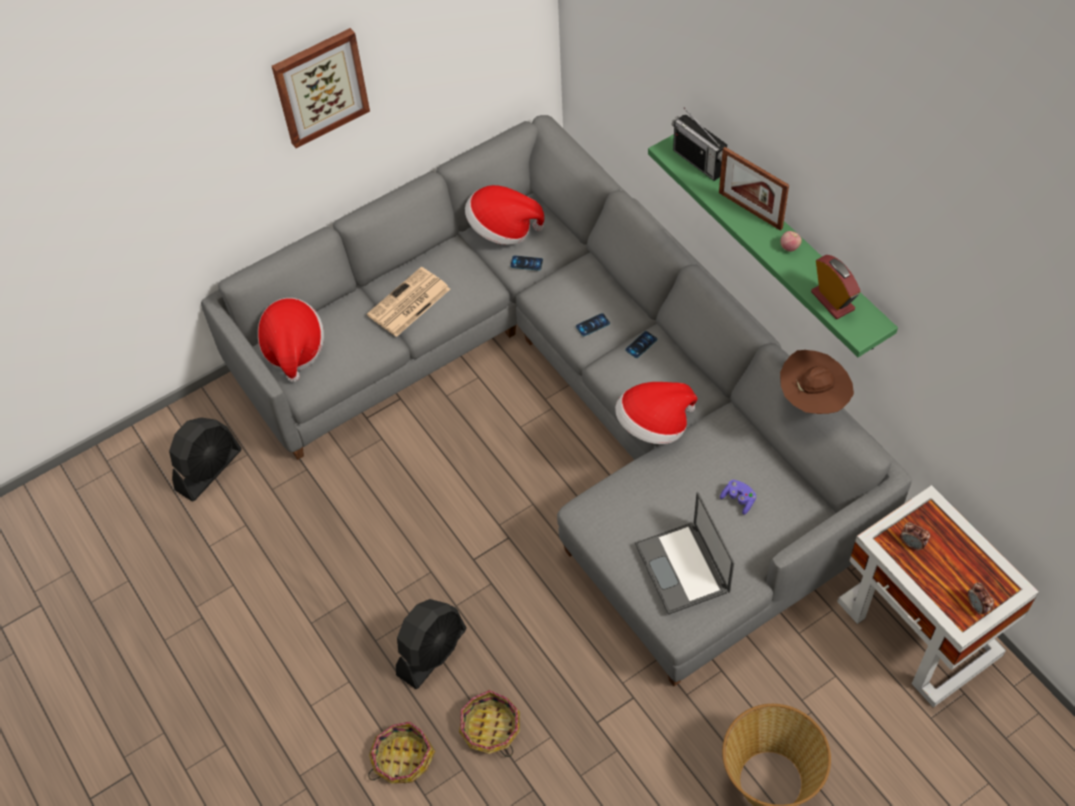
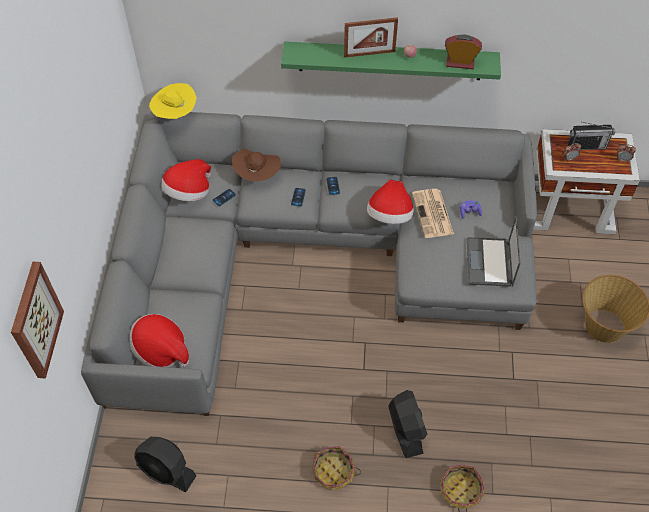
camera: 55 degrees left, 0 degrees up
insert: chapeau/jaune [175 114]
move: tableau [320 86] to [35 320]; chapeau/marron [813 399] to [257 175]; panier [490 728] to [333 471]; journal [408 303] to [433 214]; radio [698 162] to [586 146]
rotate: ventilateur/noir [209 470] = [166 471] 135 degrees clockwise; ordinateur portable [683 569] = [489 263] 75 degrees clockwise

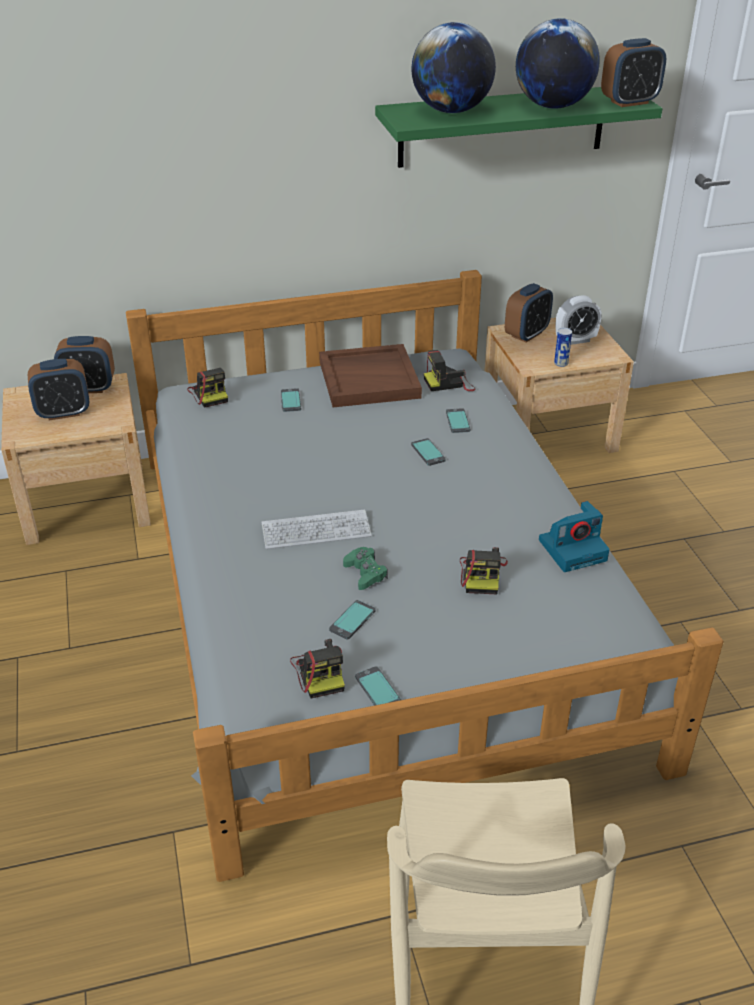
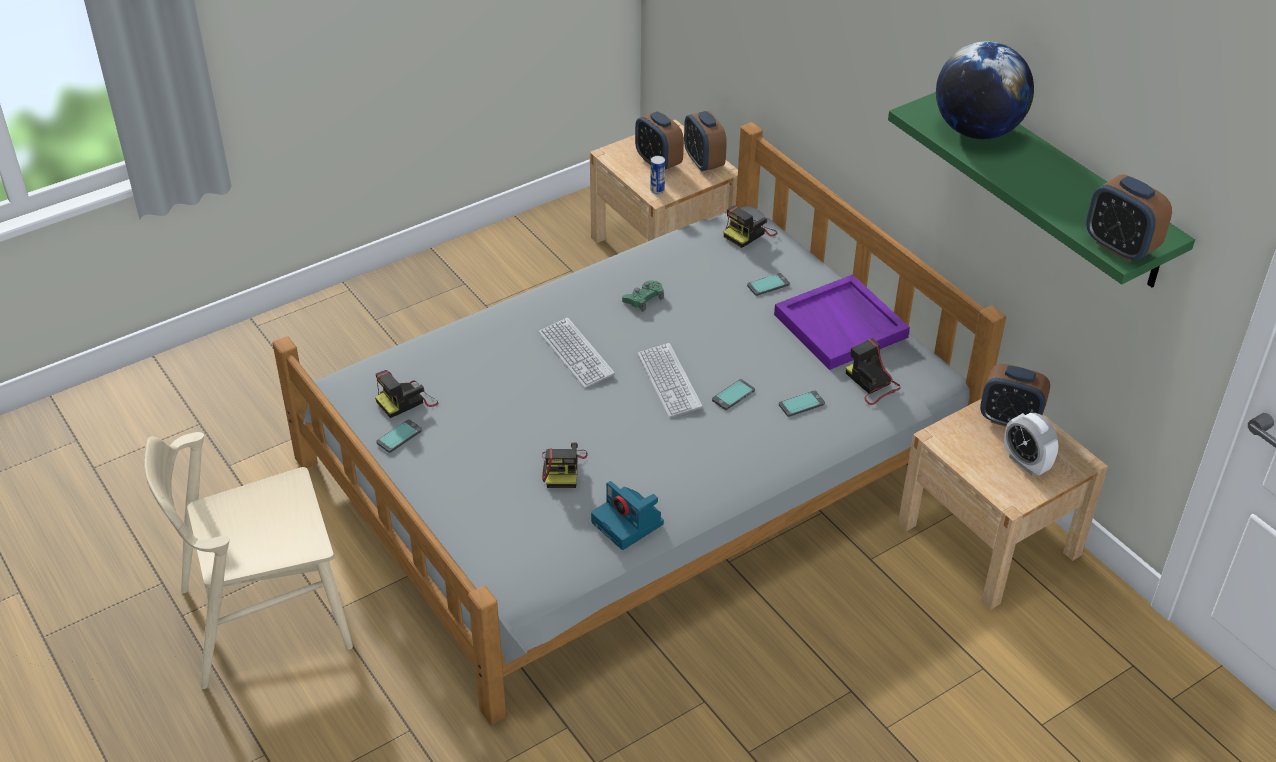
camera: 70 degrees right, 5 degrees up
delete: téléphone [352 620]; globe [553 106]
insert: clavier [669 381]
move: manette/vert [365 573] to [643 299]; boîte métallique [561 363] to [657 190]
recolor: plateau/marron [370 379] to plateau/violet [842 326]
rotate: appareil photo [482 575] = [563 468] 75 degrees counterclockwise

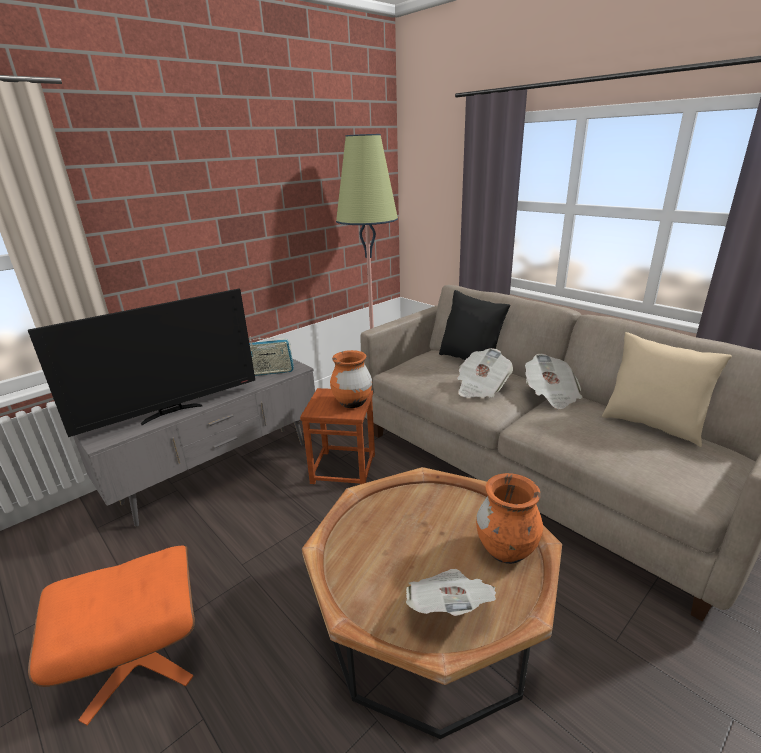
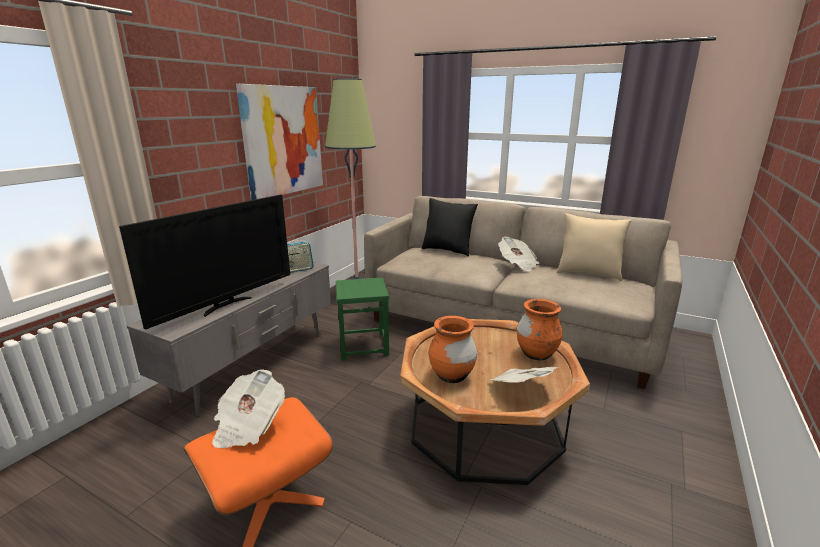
camera: 20 degrees left, 5 degrees down
insert: tableau [283 141]
move: journal [481 387] to [248 425]; vase/orange [352 403] to [451 376]
recolor: tabouret/marron [344 468] to tabouret/vert [363 345]

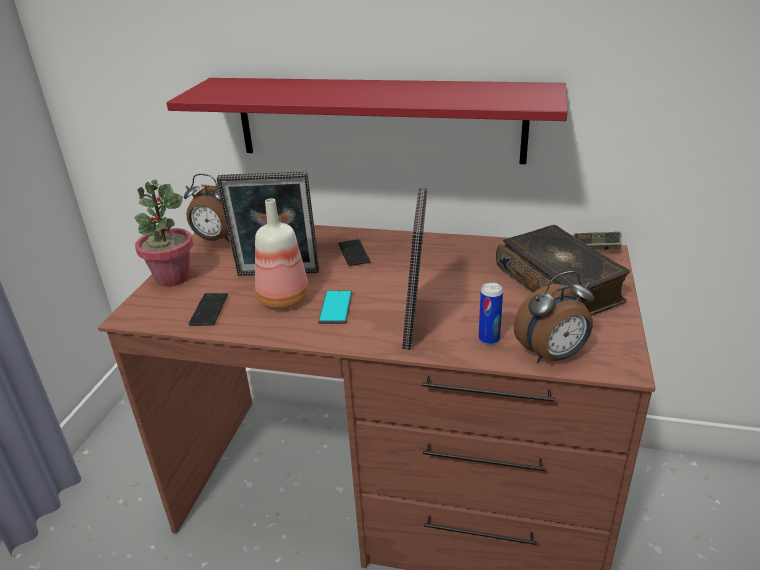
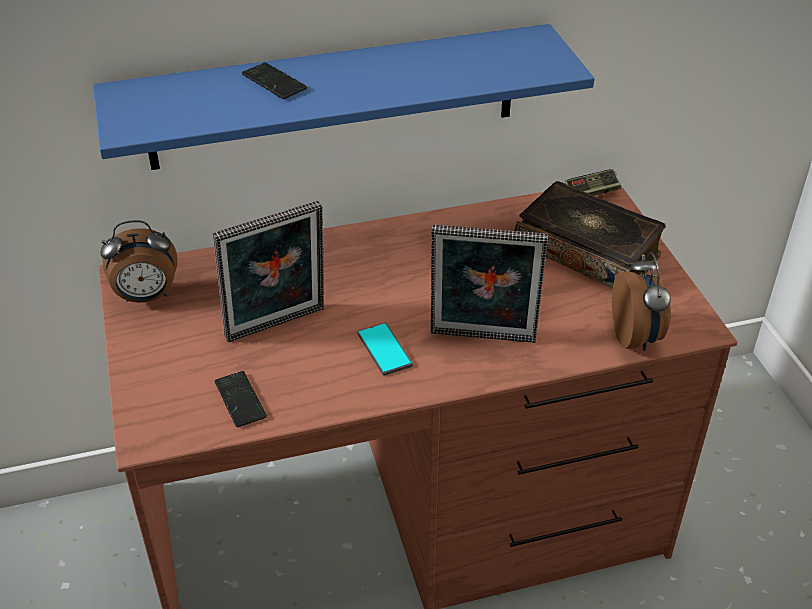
camera: 30 degrees left, 10 degrees up
delete: plante en pot [172 278]; bouteille [283 300]; boîte métallique [489 339]
move: téléphone [354 254] to [274 82]
recolor: étagère/rouge [378 119] to étagère/bleu [333 97]
rotate: cadre photo [416 321] = [482 339] 120 degrees clockwise; réveil [552 356] = [636 337] 45 degrees counterclockwise

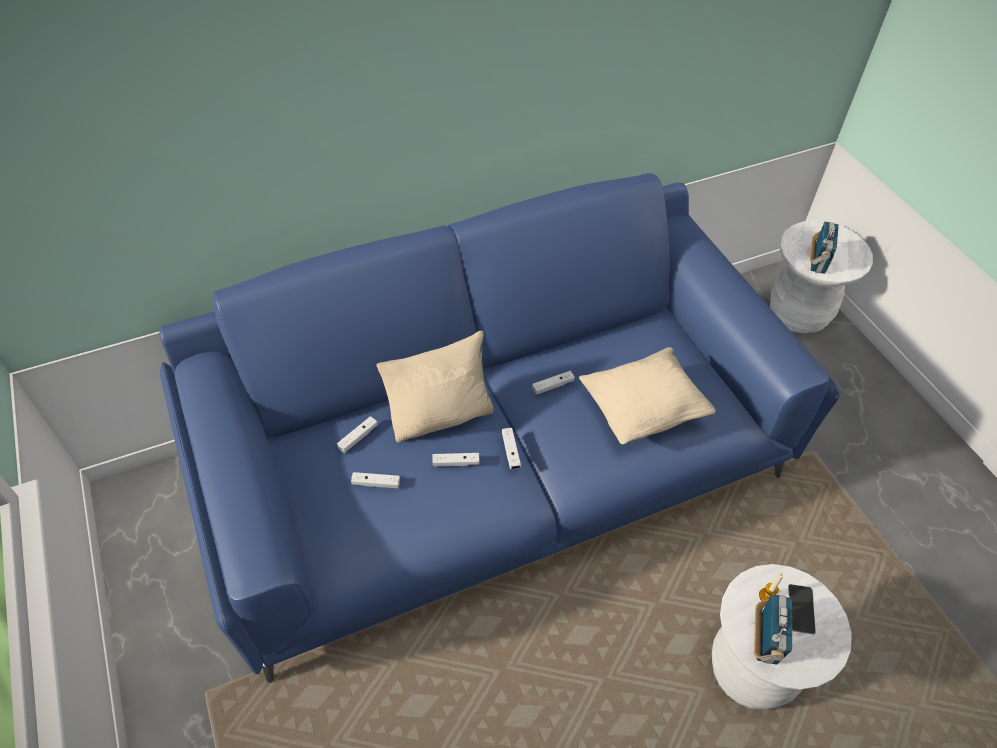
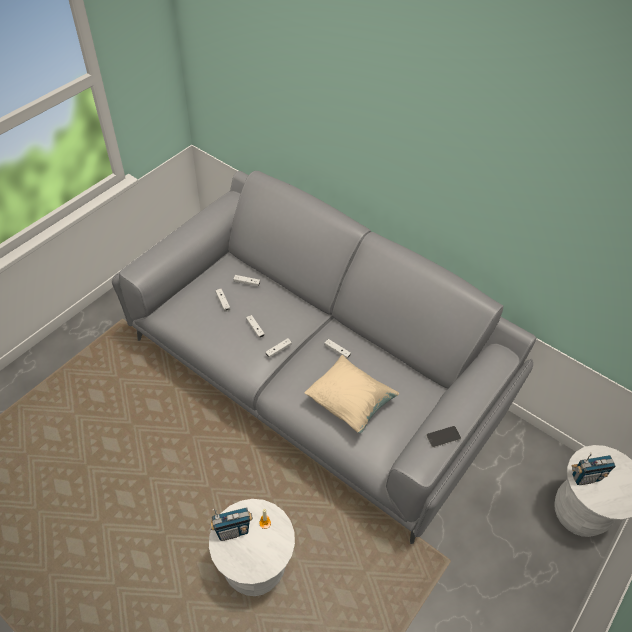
camera: 60 degrees right, 0 degrees up
delete: coussin/beige [441 415]
move: téléphone [801 609] to [443 437]
recolor: canapé/bleu [497 468] to canapé/gris [313 378]

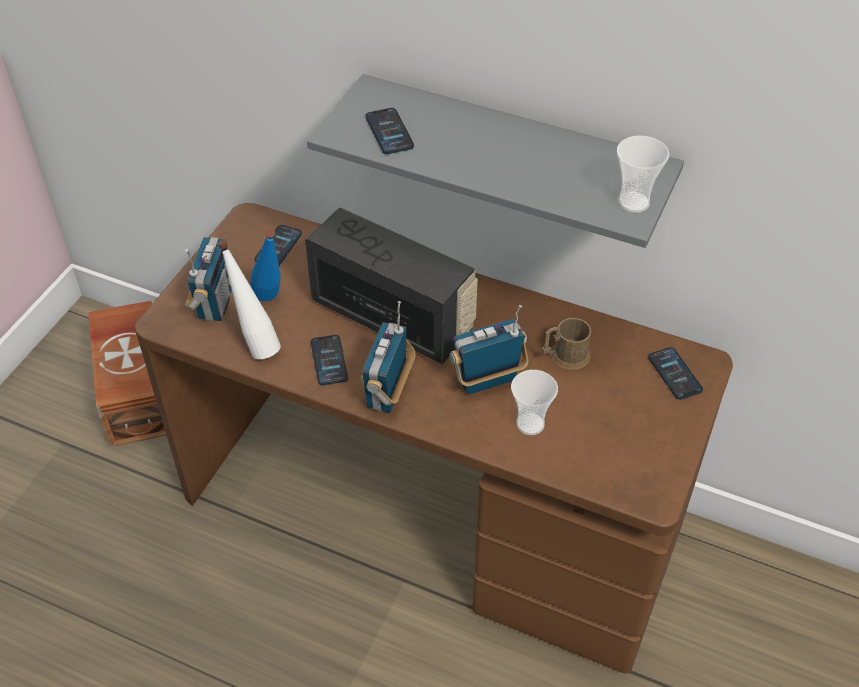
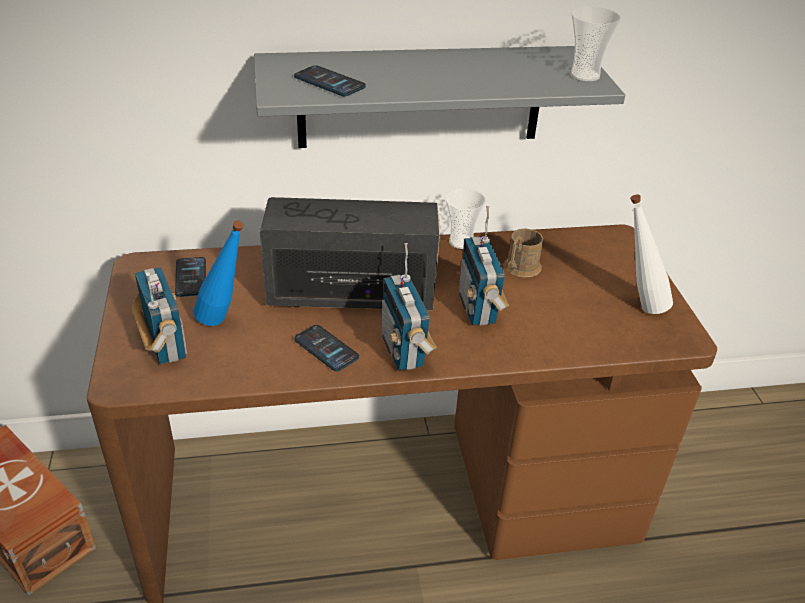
camera: 35 degrees left, 10 degrees down
delete: téléphone [674 374]
move: tasse [530 424] to [461 242]; bouteille/blanc [255 344] to [637 305]
rotate: radio [487 381] = [478 309] 45 degrees counterclockwise

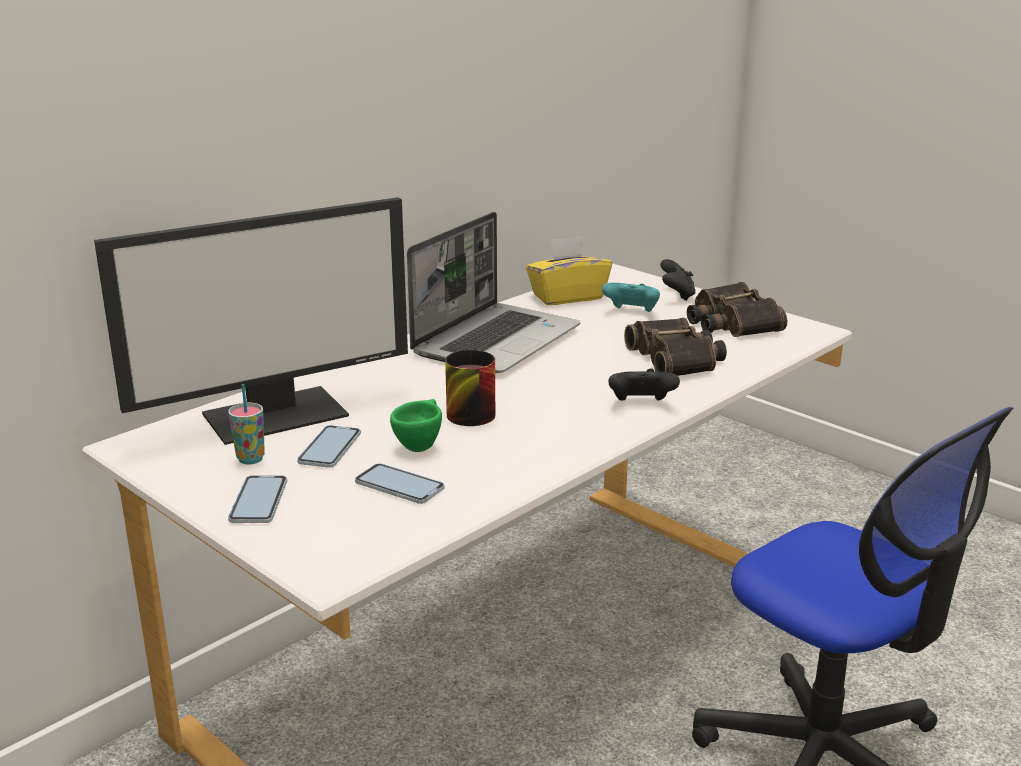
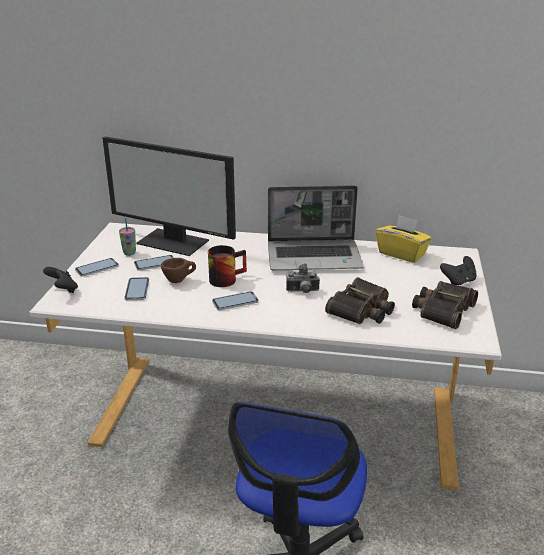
camera: 55 degrees right, 5 degrees up
delete: manette/turquoise [631 312]
insert: téléphone [235 302]; appareil photo [303 292]
move: manette/noir [641 404] to [63 290]
recolor: tasse/vert [420 445] to tasse/marron [179 280]

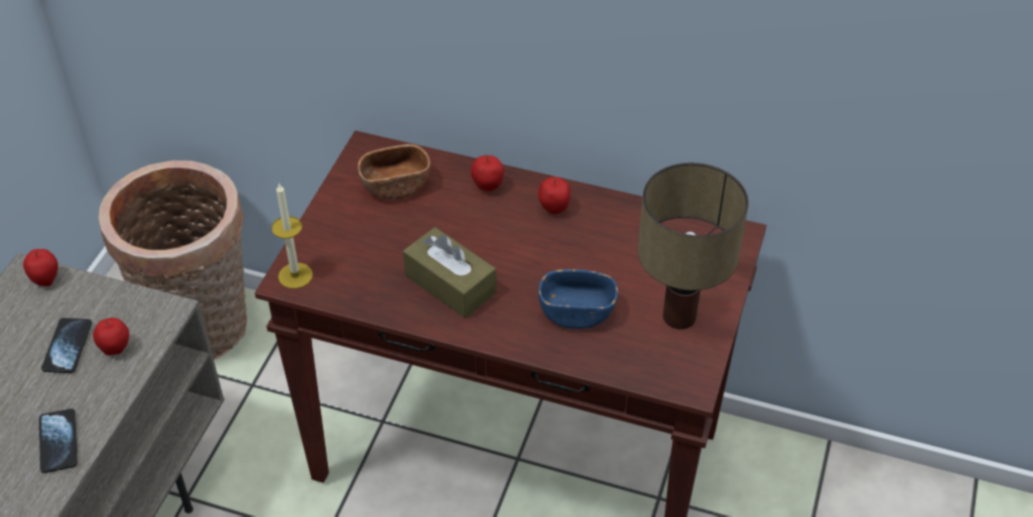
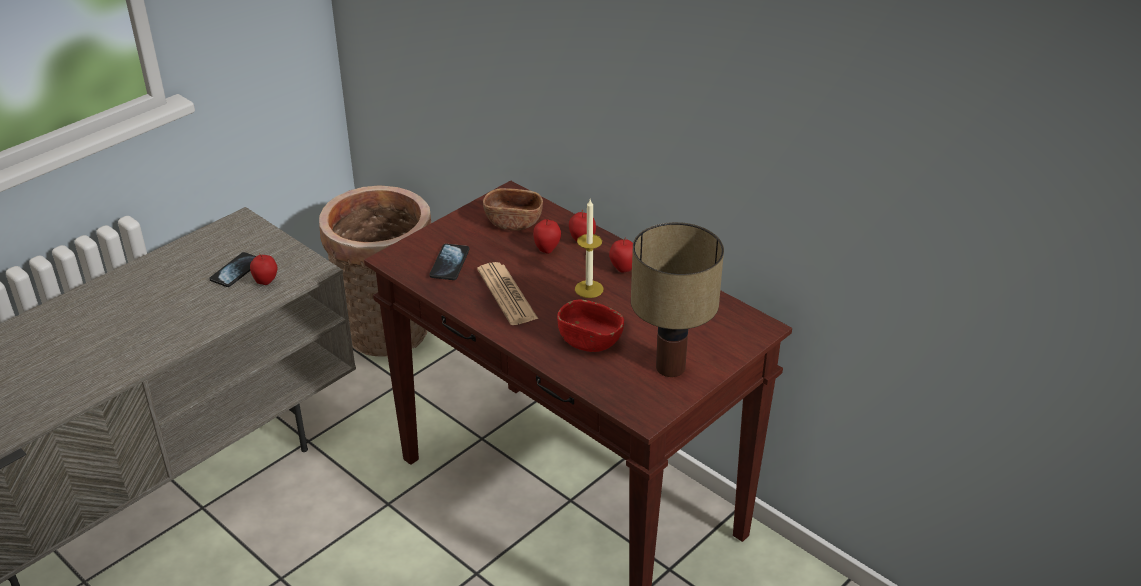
camera: 25 degrees right, 10 degrees down
move: téléphone [58 442] to [449 263]; pomme [46 280] to [547 249]; bougie [295 275] to [589 289]
replace: boîte à mouchoirs/marron [450 284] to journal [507 294]
recolor: bol/bleu [577 312] to bol/rouge [590 340]

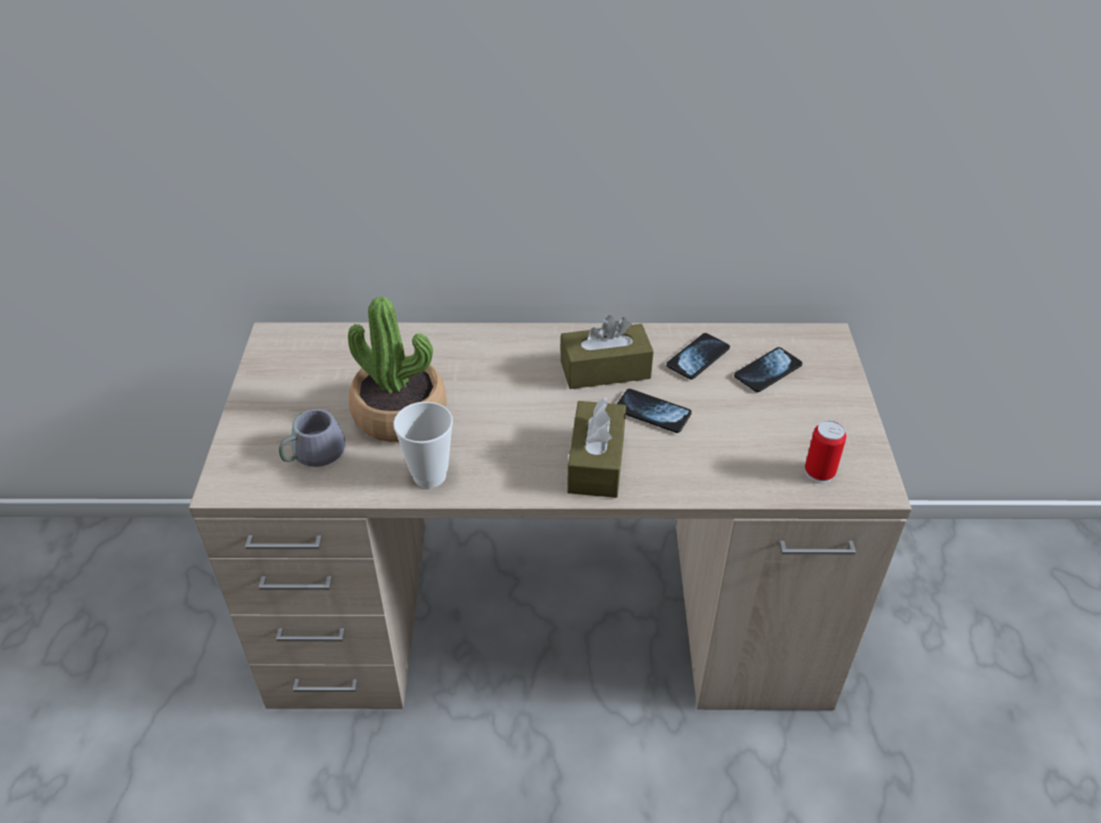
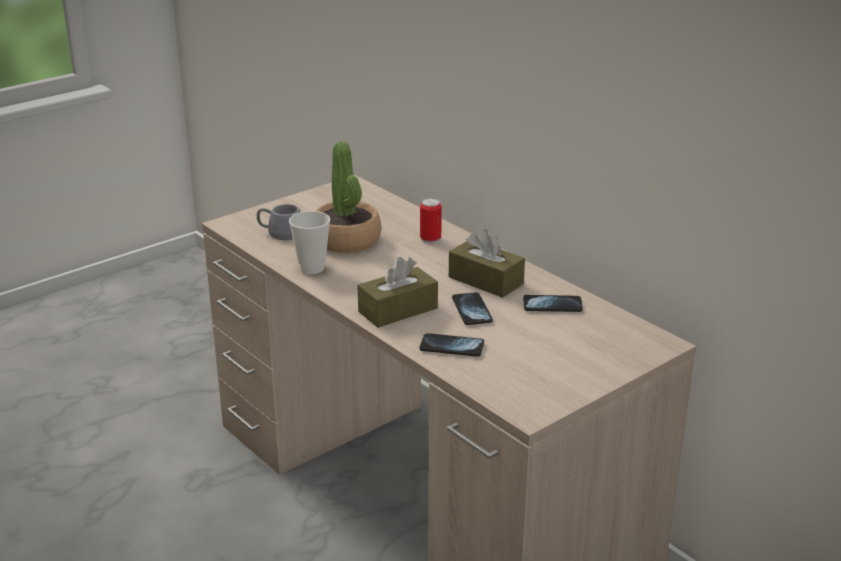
camera: 50 degrees right, 15 degrees down
move: téléphone [767 371] to [451 347]; boîte métallique [819 472] to [430 239]

